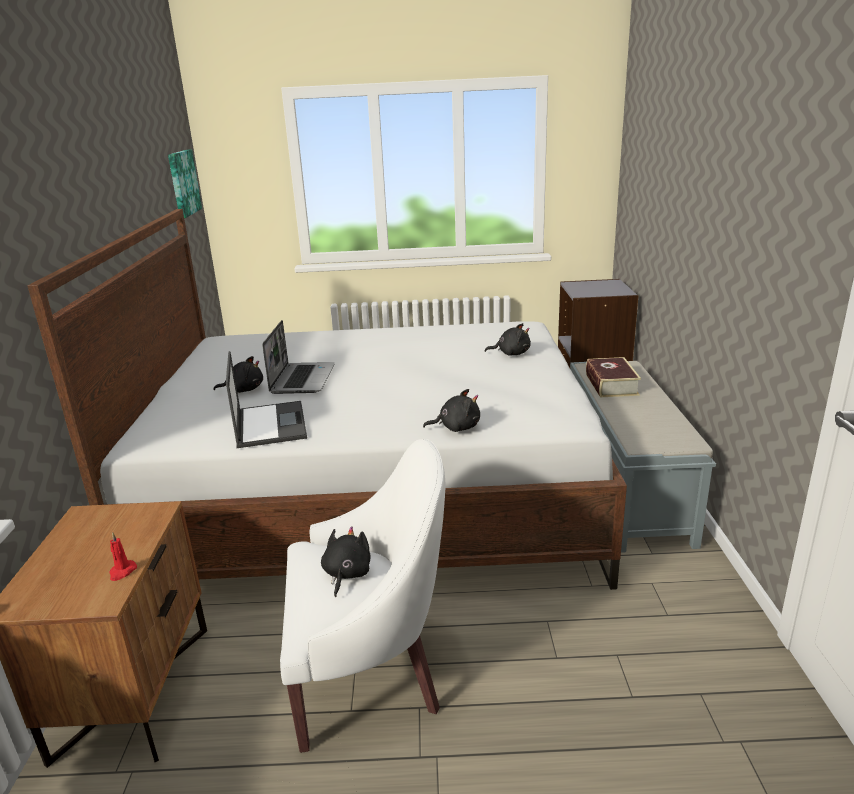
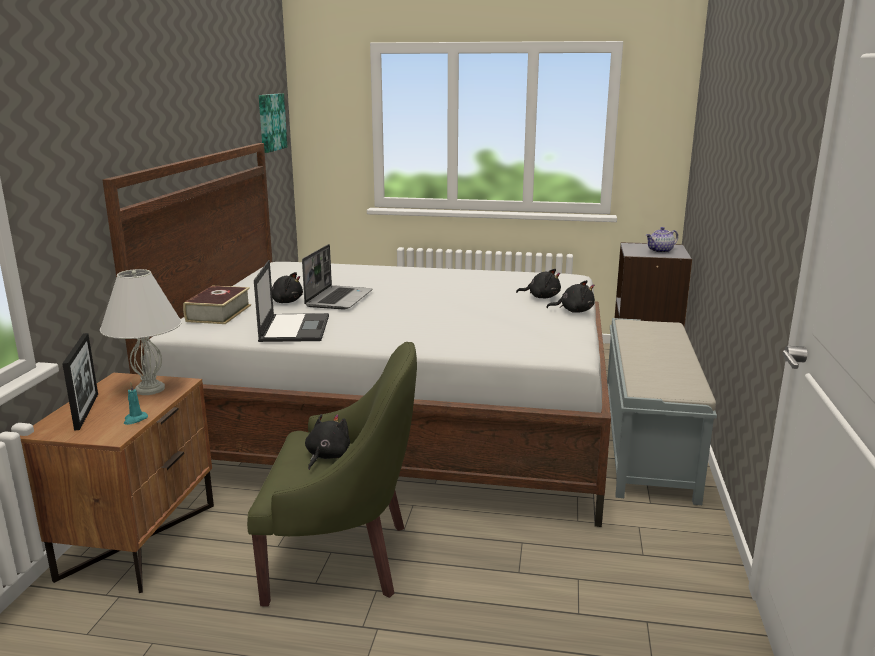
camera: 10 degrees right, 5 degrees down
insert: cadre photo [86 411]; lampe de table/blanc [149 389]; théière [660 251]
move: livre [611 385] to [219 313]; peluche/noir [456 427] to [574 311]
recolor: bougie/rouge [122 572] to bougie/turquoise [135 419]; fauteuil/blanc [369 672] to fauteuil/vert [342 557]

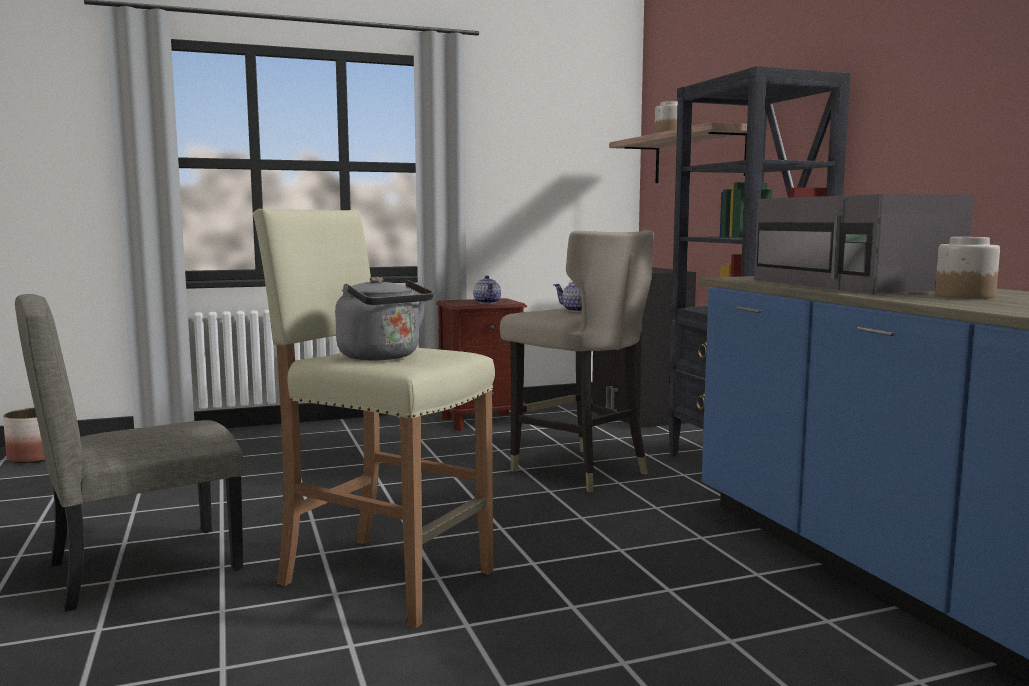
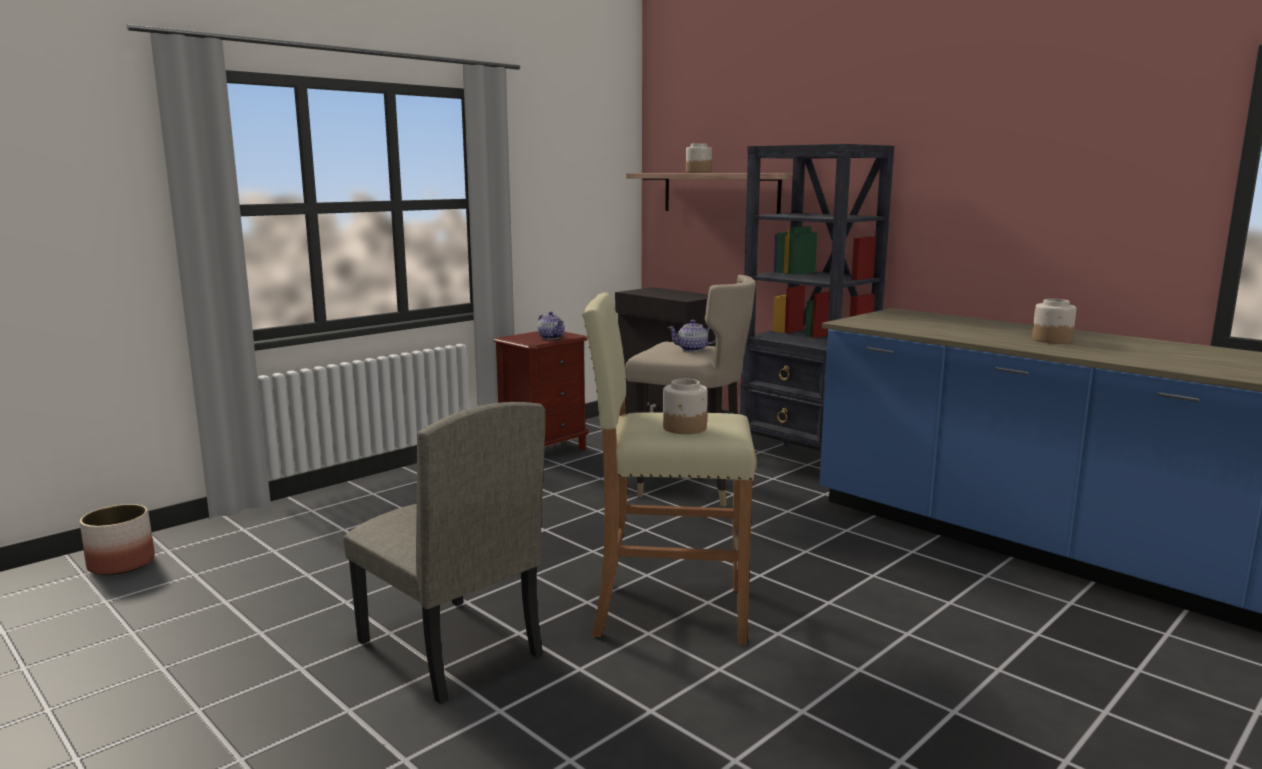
camera: 25 degrees left, 5 degrees up
delete: micro-ondes/gris [853 285]
replace: bouilloire/gris [383 357] to bocal [685 428]
rotate: chaise/beige [145 566] = [448 648] 75 degrees counterclockwise

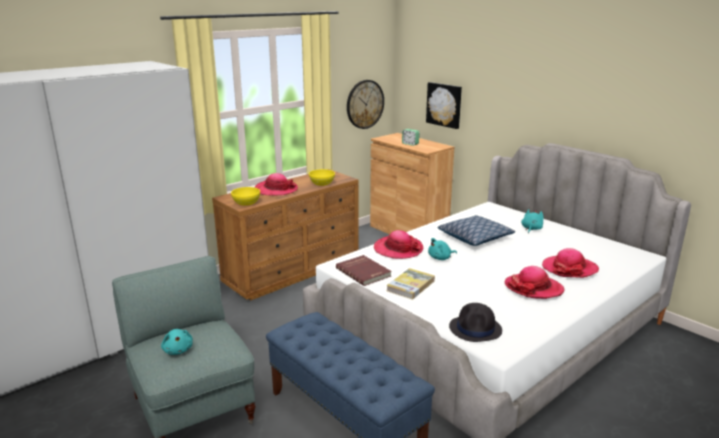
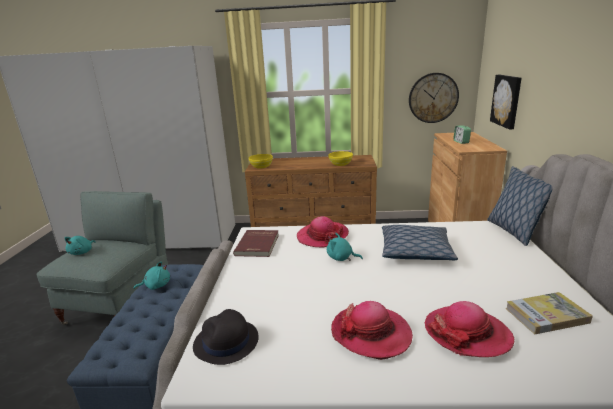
camera: 45 degrees right, 0 degrees up
delete: chapeau [276 190]
insert: coussin [513 231]
move: peluche/turquoise [531 229] to [156 285]; livre [410 285] to [546 315]

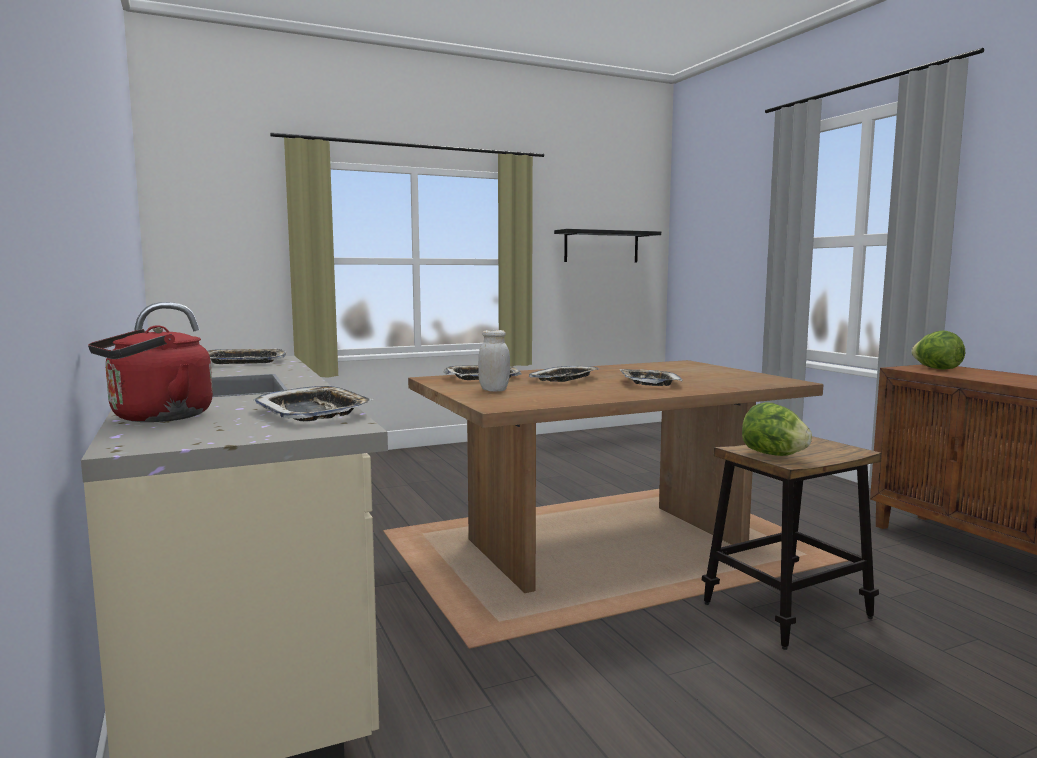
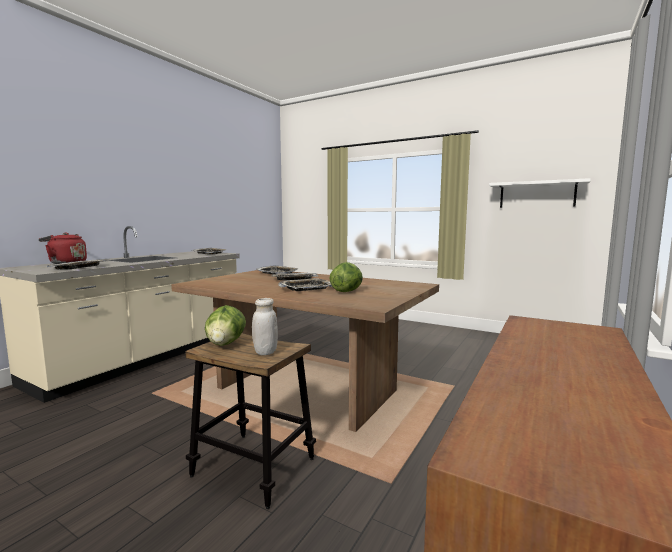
camera: 55 degrees right, 0 degrees up
move: bocal/blanc [494 390] to [265 352]; laitue [936 369] to [347 291]
recolor: étagère/noir [601 246] to étagère/blanc [537 194]

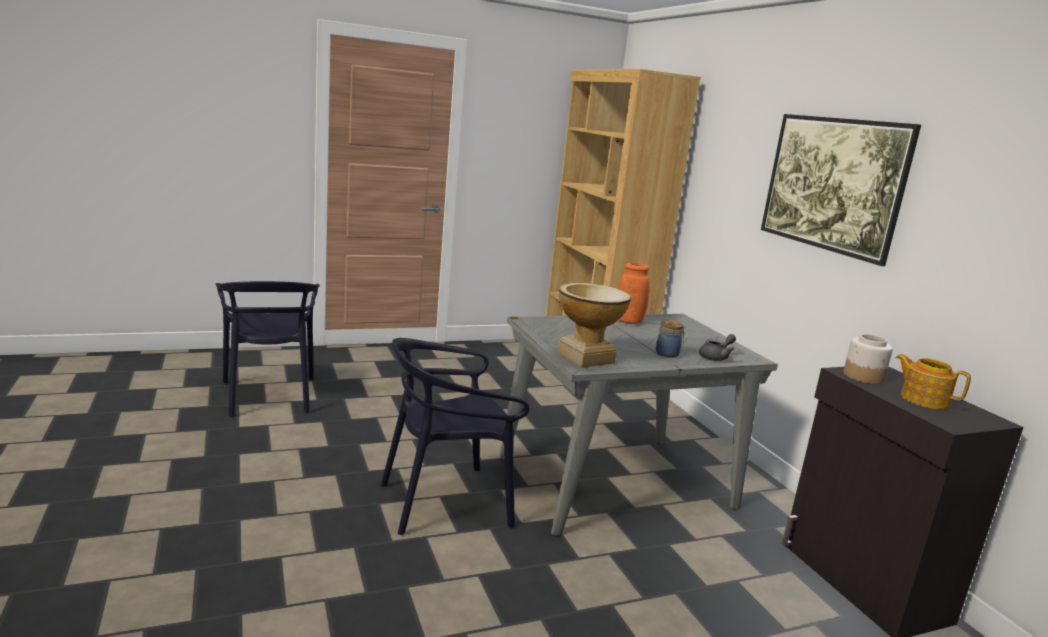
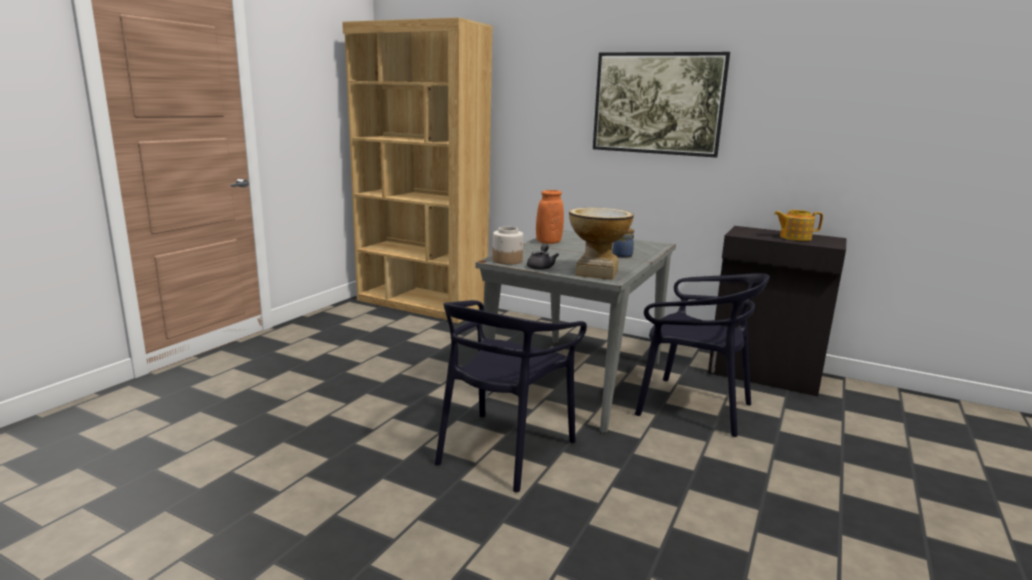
camera: 40 degrees left, 0 degrees up
move: bocal [863 377] to [507 260]; théière/gris [716 357] to [541 266]; chaise/noir [269 395] to [693 407]

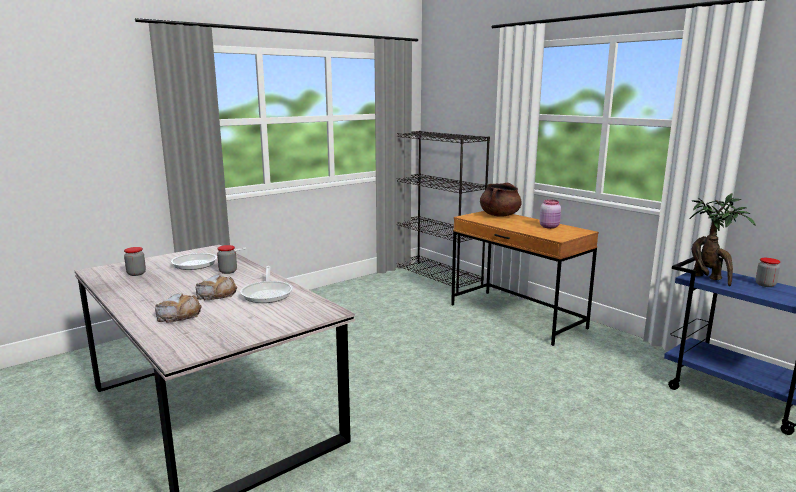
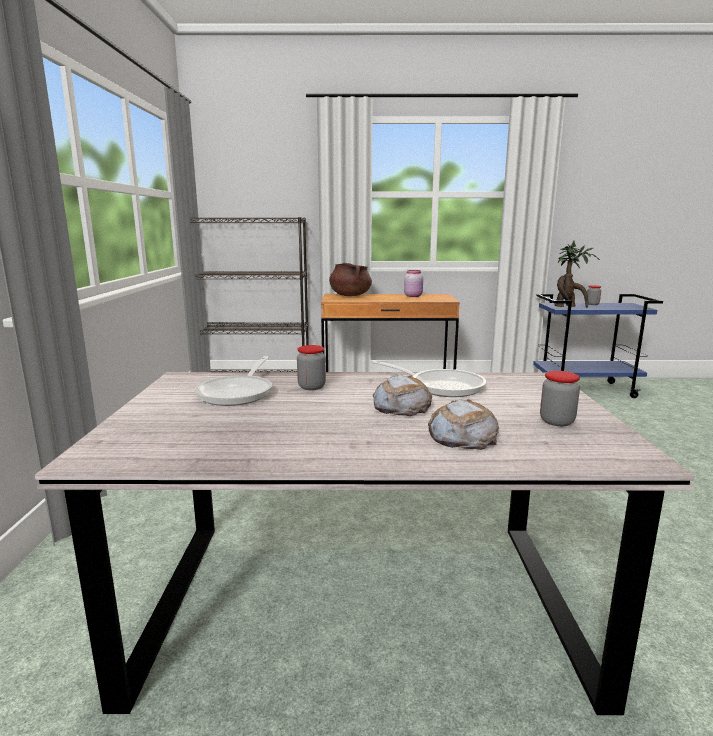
camera: 50 degrees left, 0 degrees up
move: bocal [136 273] to [557 421]

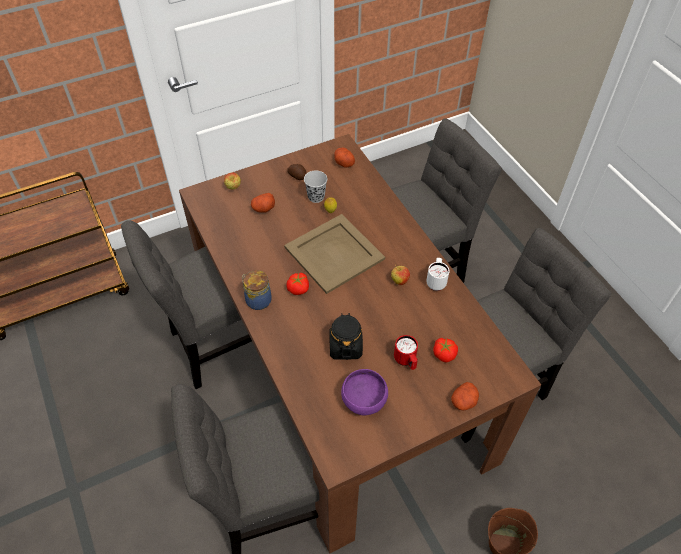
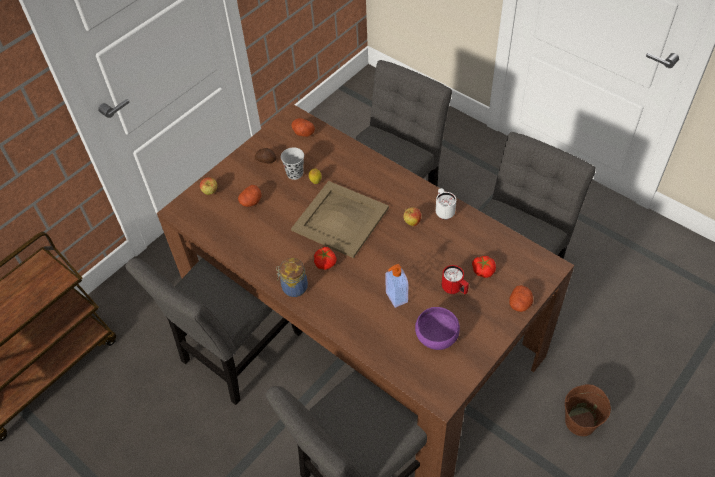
camera: 20 degrees left, 0 degrees up
replace: bocal/noir [345 346] to distributeur de savon [396 297]

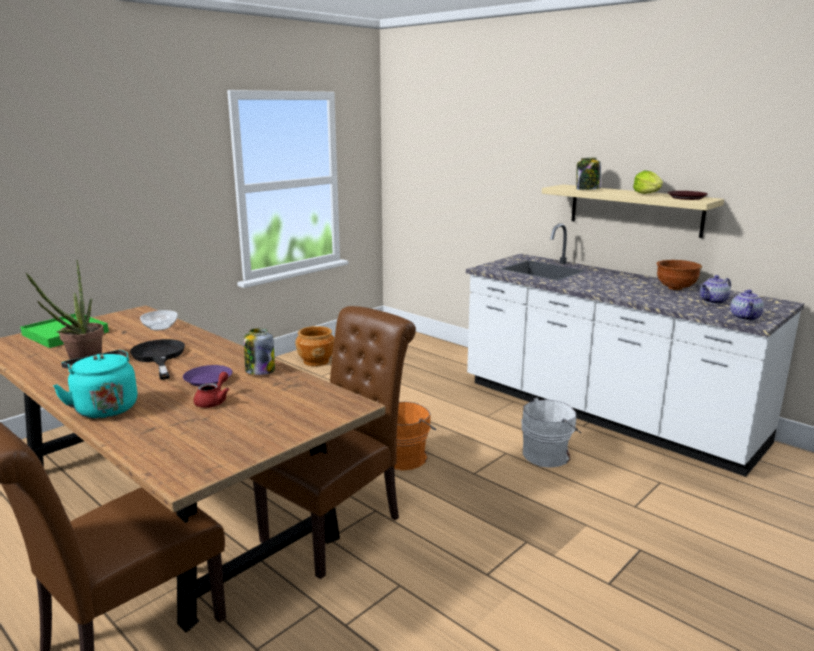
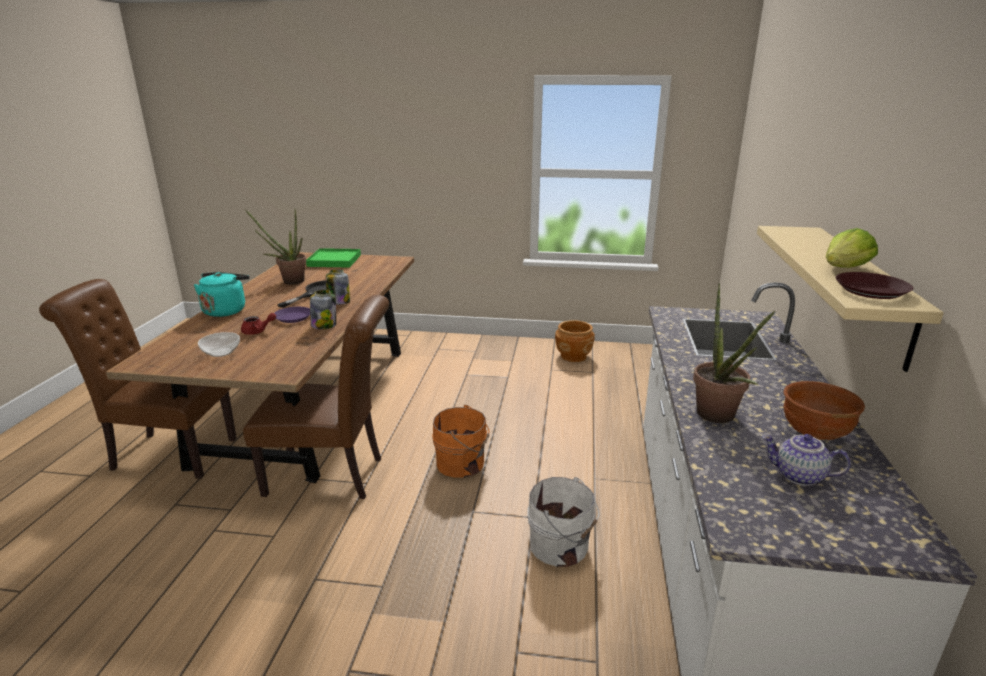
camera: 55 degrees right, 5 degrees up
delete: théière [746 318]
insert: plante en pot [719 418]
move: bol [160 327] to [222 352]; bocal [587 189] to [338 302]

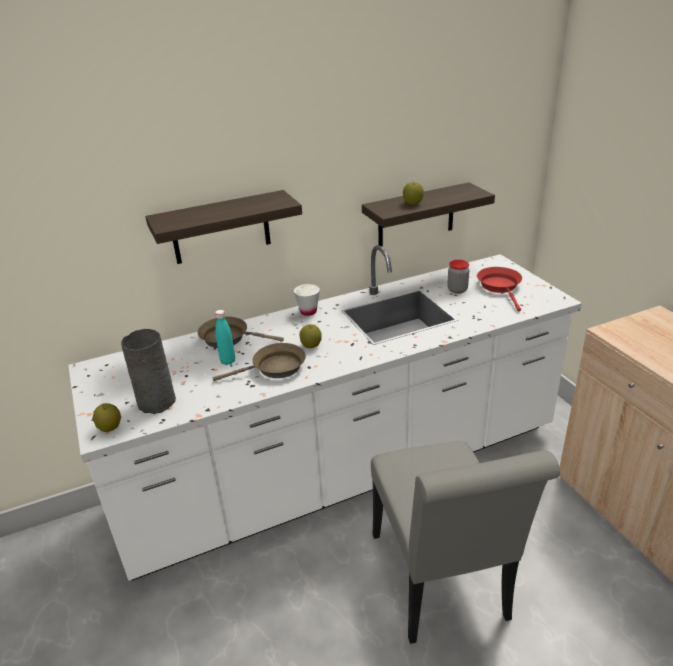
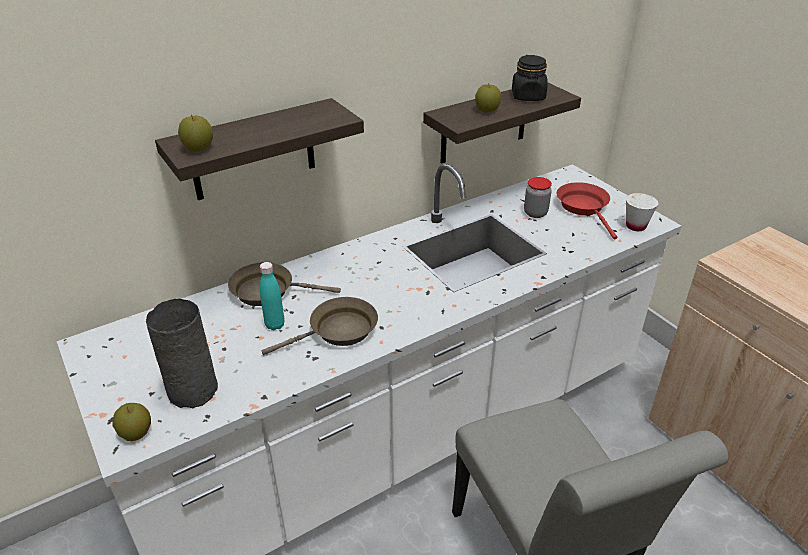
camera: 10 degrees left, 5 degrees up
insert: bocal/noir [528 96]
move: pomme [311 345] to [198 149]; tasse/blanc [308 311] to [635 226]

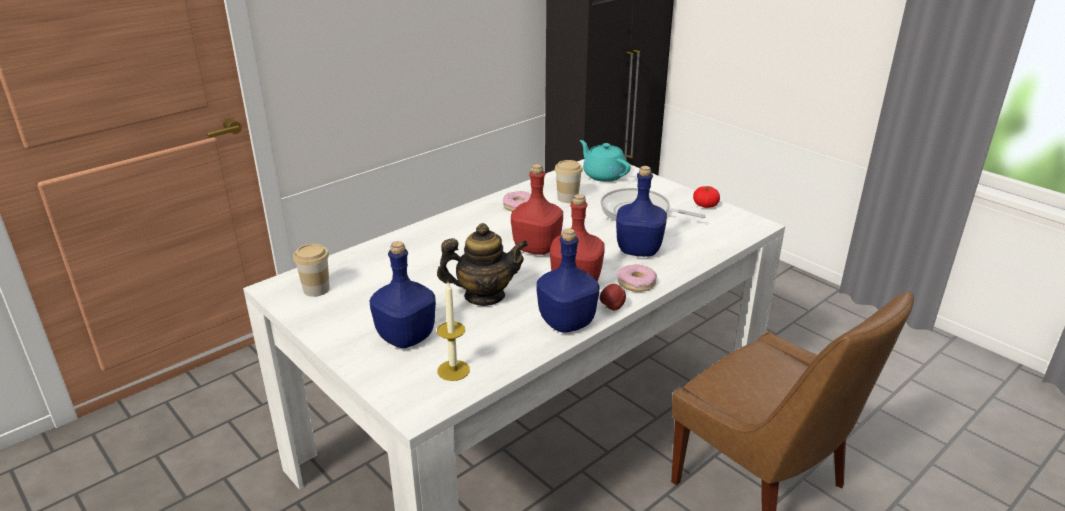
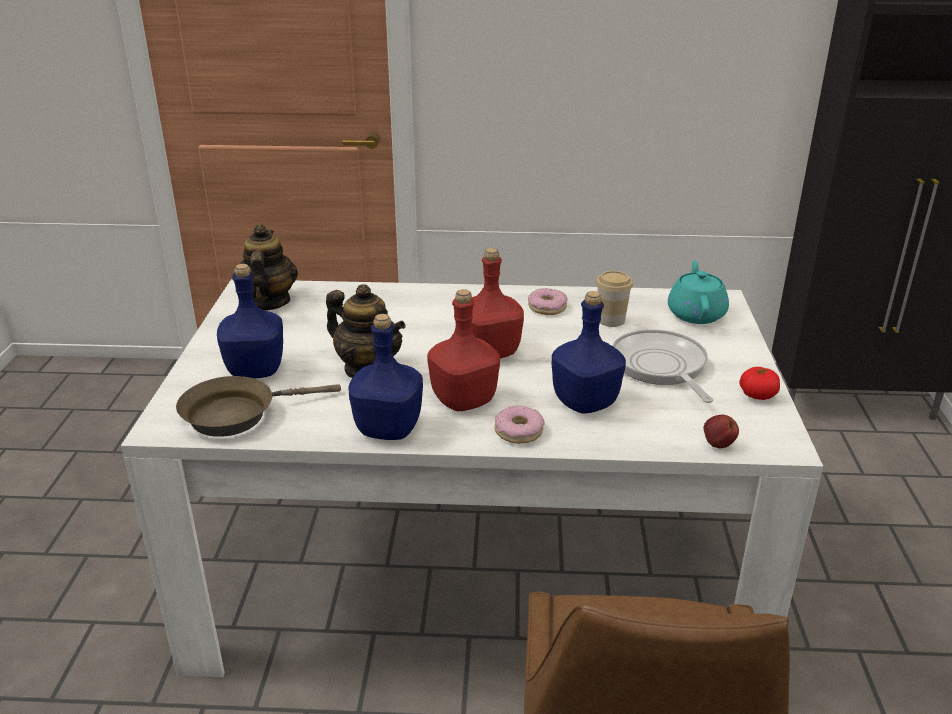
camera: 45 degrees right, 0 degrees up
move: pomme [612 308] to [717 445]
replace: bougie [453 370] to poêle/marron [237 414]; tasse [316 289] to théière [268 302]

